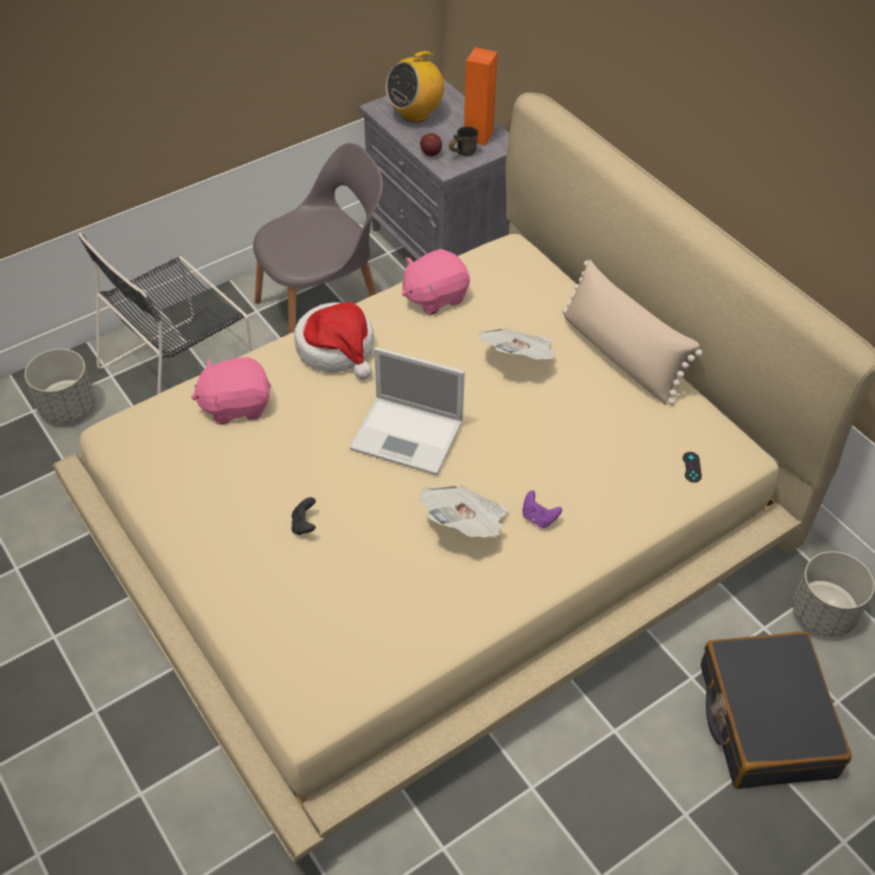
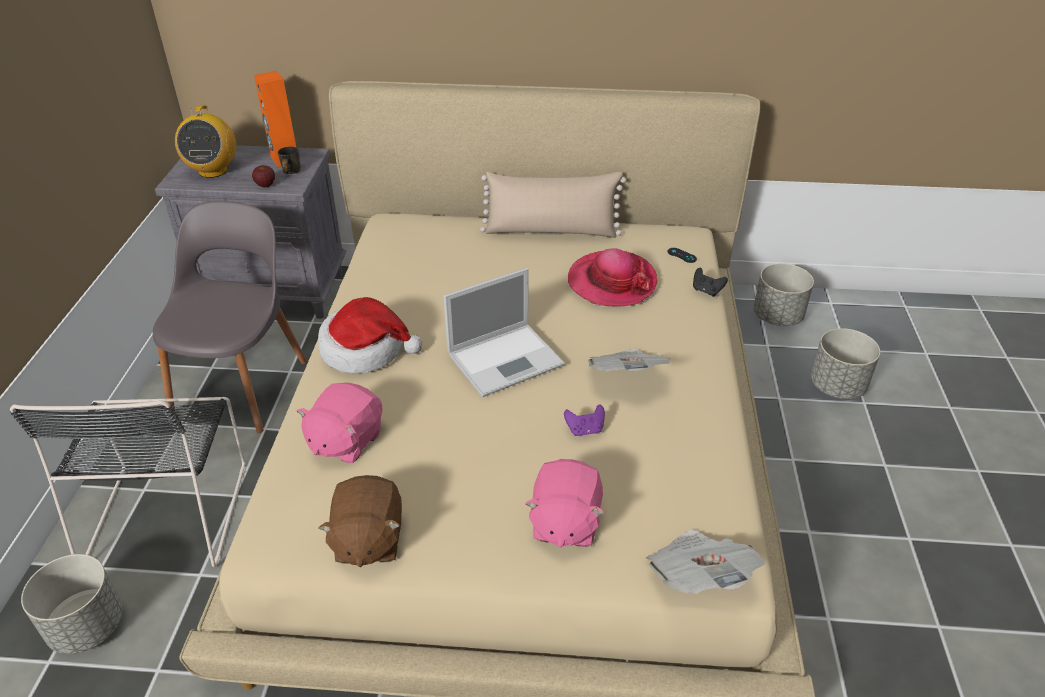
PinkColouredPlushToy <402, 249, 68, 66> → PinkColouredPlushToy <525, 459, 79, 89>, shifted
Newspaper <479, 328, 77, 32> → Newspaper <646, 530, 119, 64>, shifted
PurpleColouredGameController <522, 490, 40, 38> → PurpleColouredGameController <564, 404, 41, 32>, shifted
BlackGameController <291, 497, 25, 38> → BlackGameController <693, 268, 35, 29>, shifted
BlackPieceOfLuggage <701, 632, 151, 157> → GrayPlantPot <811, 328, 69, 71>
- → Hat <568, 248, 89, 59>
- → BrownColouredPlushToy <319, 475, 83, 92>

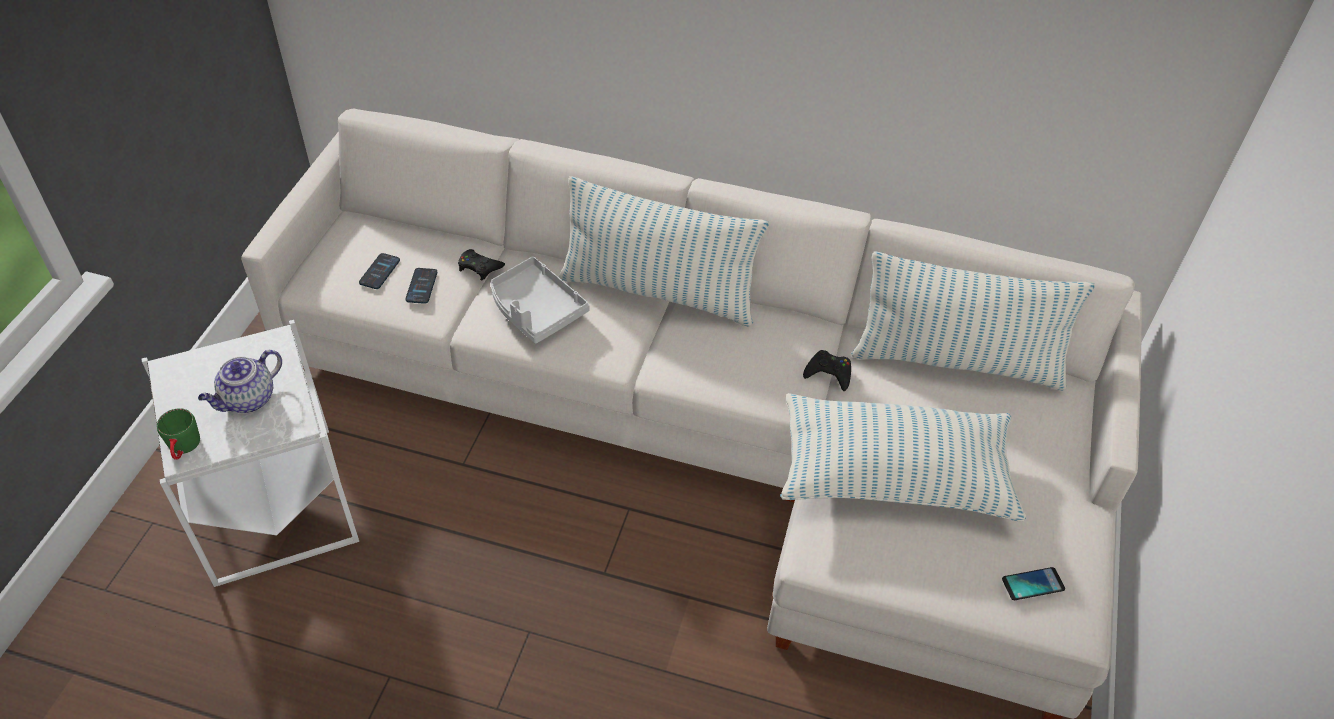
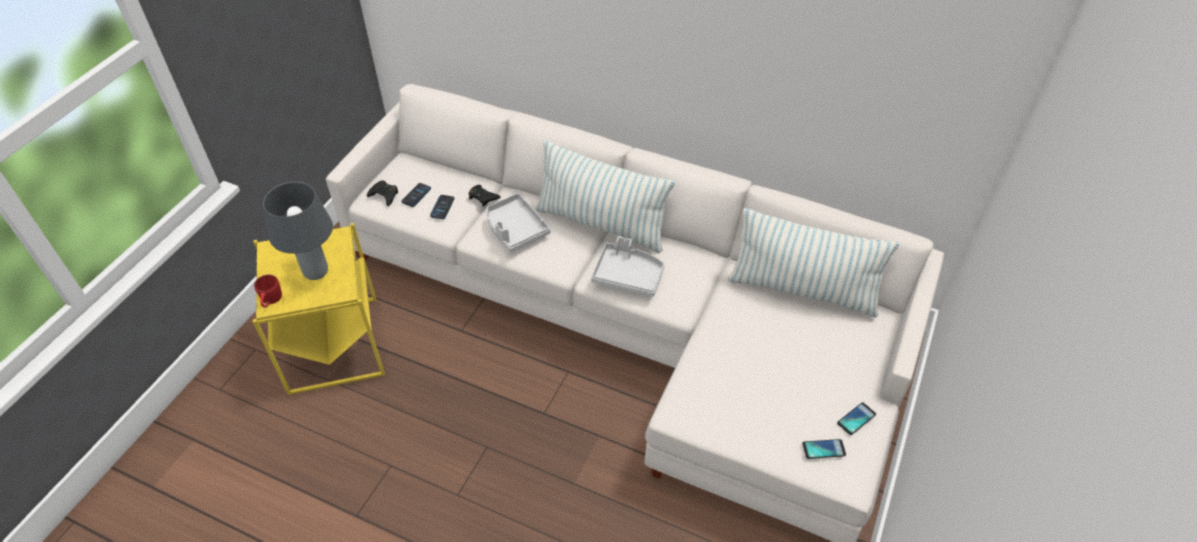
WhiteColouredSideTable <142, 320, 217, 267> → YellowColouredSideTable <253, 223, 132, 172>
PotForTea <198, 350, 84, 63> → GrayTabletopLamp <263, 182, 70, 98>
BlackGameController <803, 350, 48, 41> → BlackGameController <367, 180, 31, 26>, shifted
ThrowPillow <780, 393, 246, 129> → -
GreenishTeaMug <157, 408, 43, 52> → RedColouredTeaMug <254, 274, 28, 34>
- → GrayServingTray <591, 236, 74, 61>
- → Telephone <837, 402, 39, 33>

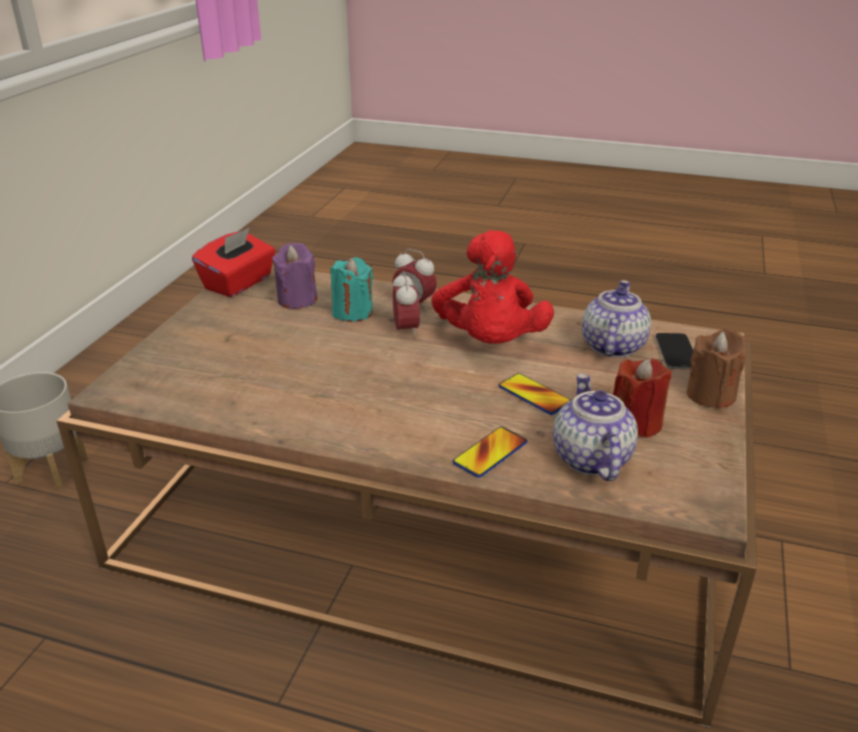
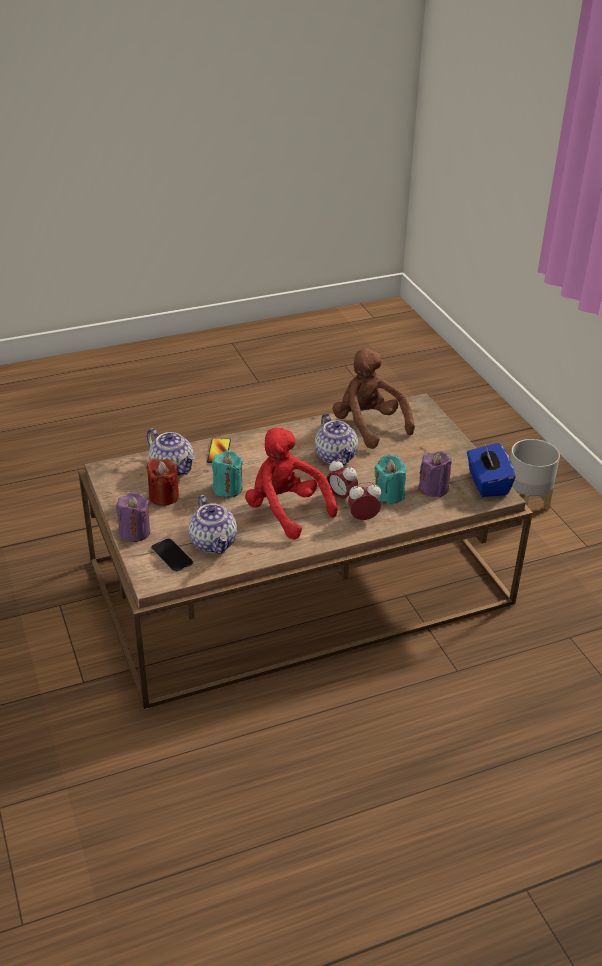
RedColouredTissueBox <192, 227, 84, 70> → BlueTissueBox <467, 443, 48, 54>
BrownColouredWaxLight <687, 329, 59, 80> → PurpleColouredWaxLight <116, 492, 34, 50>
Telephone <498, 373, 73, 42> → TurquoiseWaxLight <212, 450, 31, 48>
- → BrownColouredPlushToy <333, 348, 82, 101>
- → PotForTea <315, 414, 43, 51>

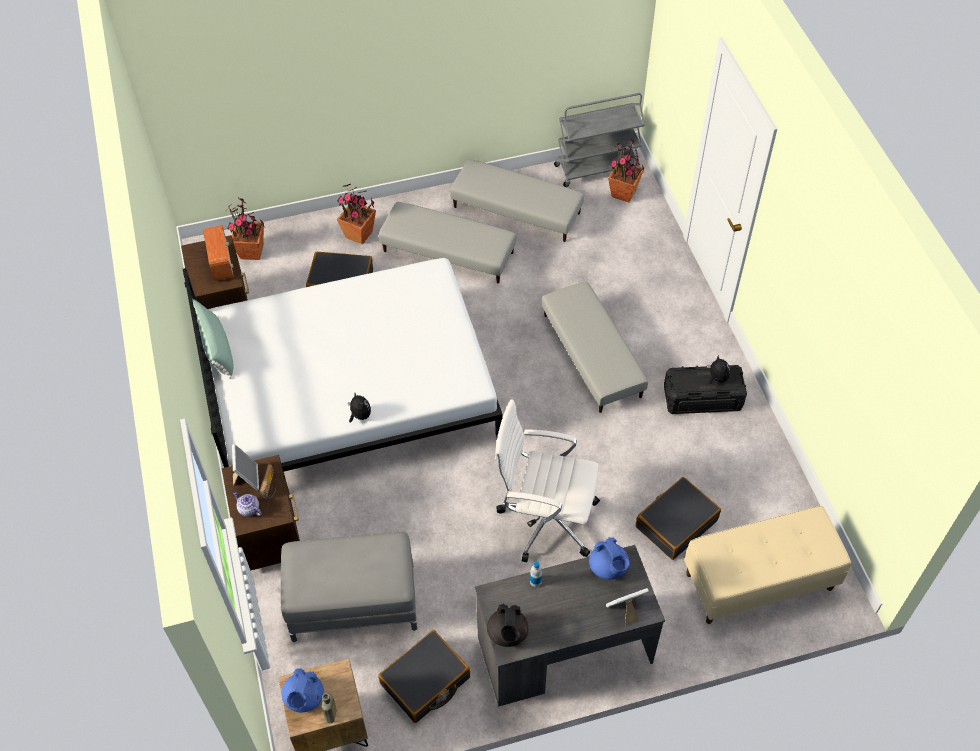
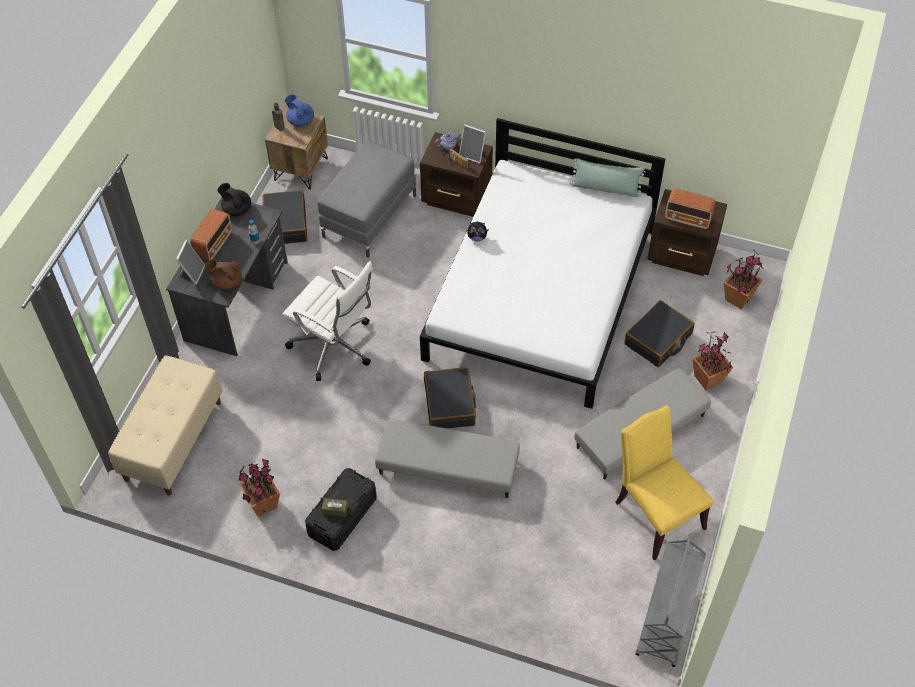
PottedPlant <608, 138, 36, 64> → PottedPlant <239, 458, 41, 59>, shifted
GrayFootrest <450, 159, 134, 83> → YellowColouredPlainChair <615, 405, 98, 156>
PlushToy <707, 355, 23, 29> → BrownColouredTissueBox <322, 498, 26, 18>
WhiteColouredDeskChair <495, 399, 105, 163> → WhiteColouredDeskChair <282, 261, 91, 120>, 75 degrees clockwise
BlackPieceOfLuggage <636, 477, 85, 83> → BlackPieceOfLuggage <424, 367, 52, 62>, shifted
BluePotForTea <589, 537, 41, 43> → BrownColouredPotForTea <205, 259, 37, 31>
- → RadioSet <190, 209, 42, 52>

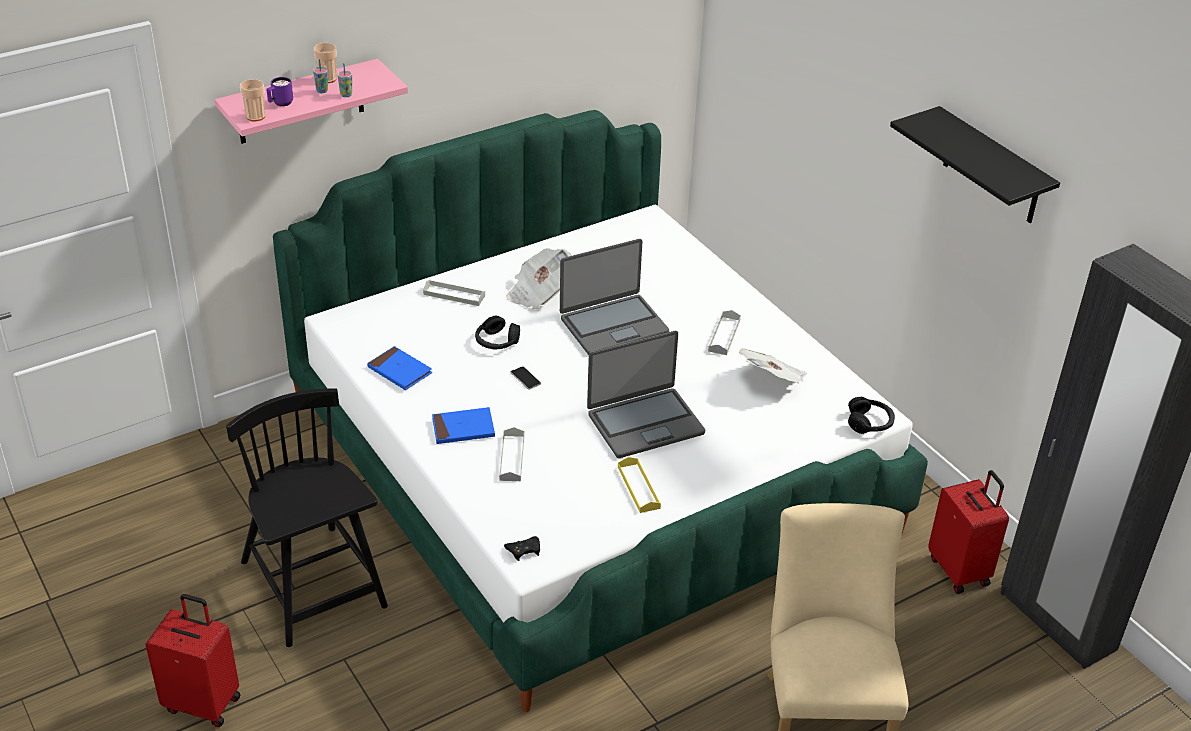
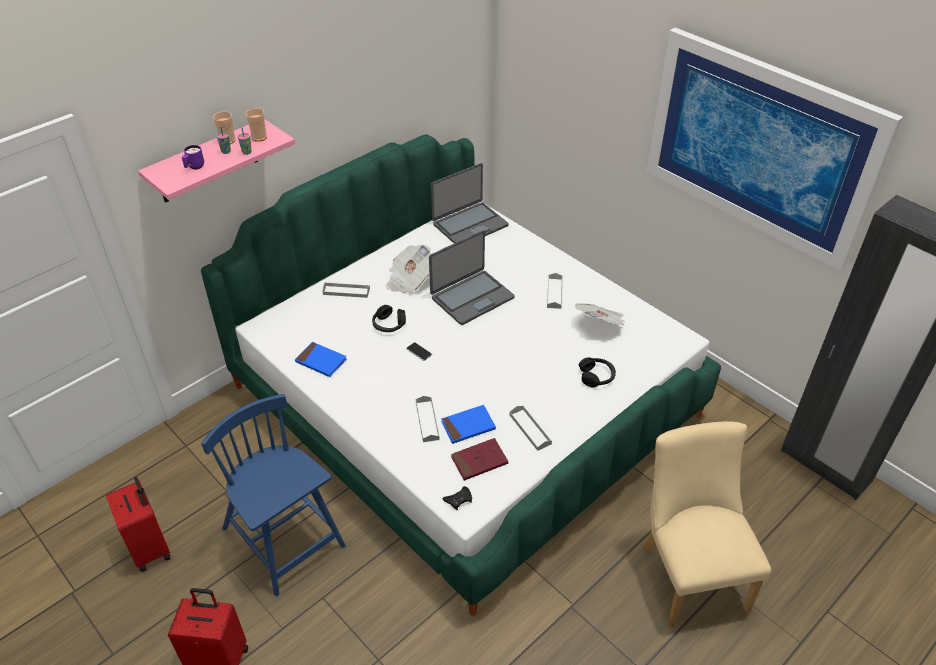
SmallCup <240, 79, 25, 42> → SmallCup <246, 108, 21, 34>, shifted
BlackShelf <890, 106, 170, 117> → WallArt <646, 27, 257, 244>
NotebookComputer <587, 331, 118, 127> → NotebookComputer <431, 163, 78, 80>, shifted
BlackPlainChair <226, 388, 162, 259> → BluePlainChair <201, 394, 145, 202>
BlackHeadset <848, 397, 47, 37> → BlackHeadset <579, 357, 37, 30>, shifted
BlueBoundBook <432, 407, 63, 37> → BlueBoundBook <441, 405, 55, 39>, shifted
YellowColouredServingTray <618, 457, 43, 56> → GrayServingTray <510, 406, 42, 45>
RedColouredPieceOfLuggage <928, 470, 81, 124> → RedColouredPieceOfLuggage <106, 477, 65, 95>, shifted
- → RedColouredBoundBook <451, 438, 57, 43>

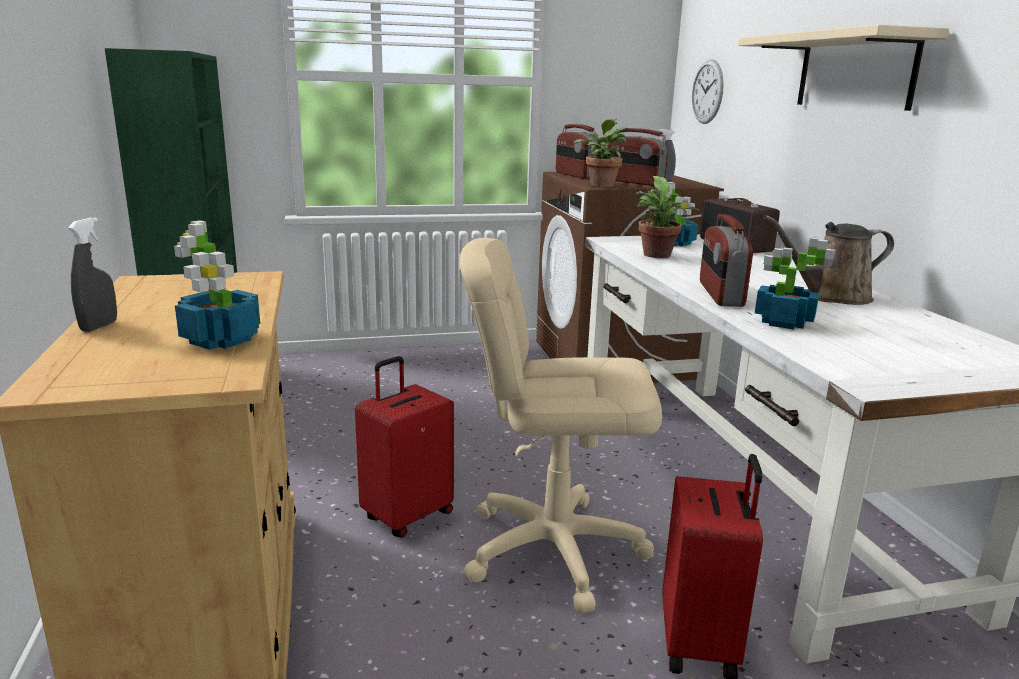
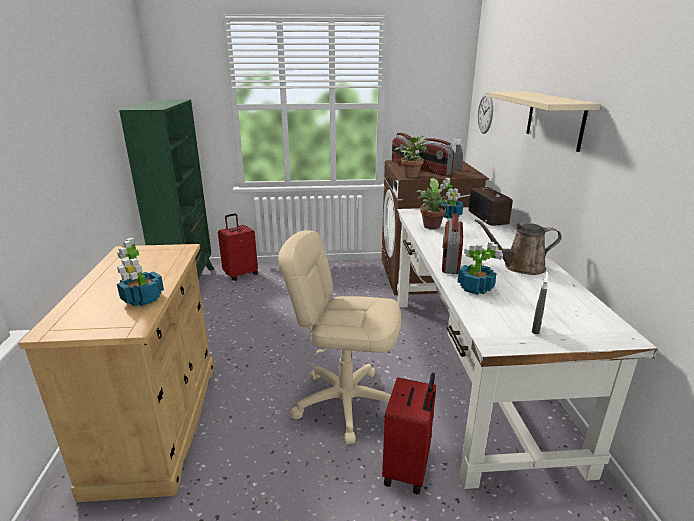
GraySprayBottle <68, 217, 49, 115> → GraySprayBottle <532, 272, 17, 62>, shifted
RedColouredPieceOfLuggage <355, 356, 99, 181> → RedColouredPieceOfLuggage <218, 213, 40, 68>, shifted

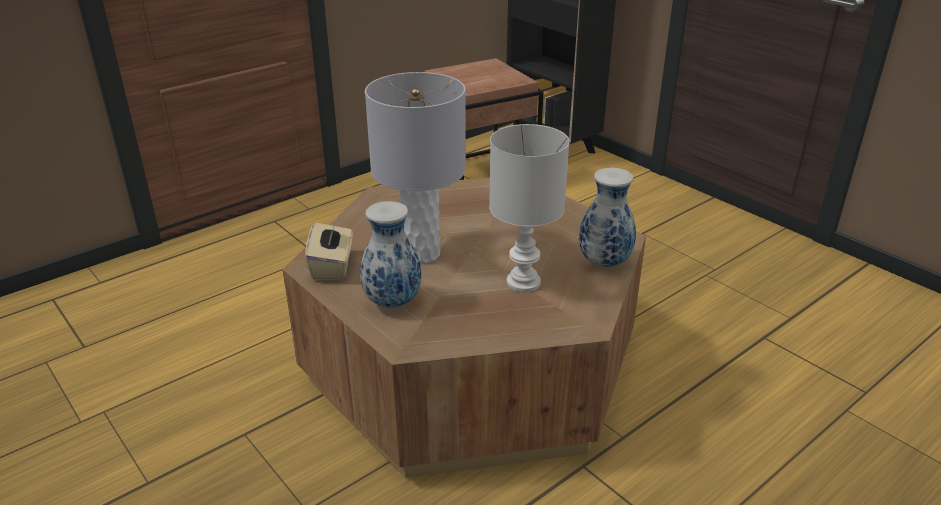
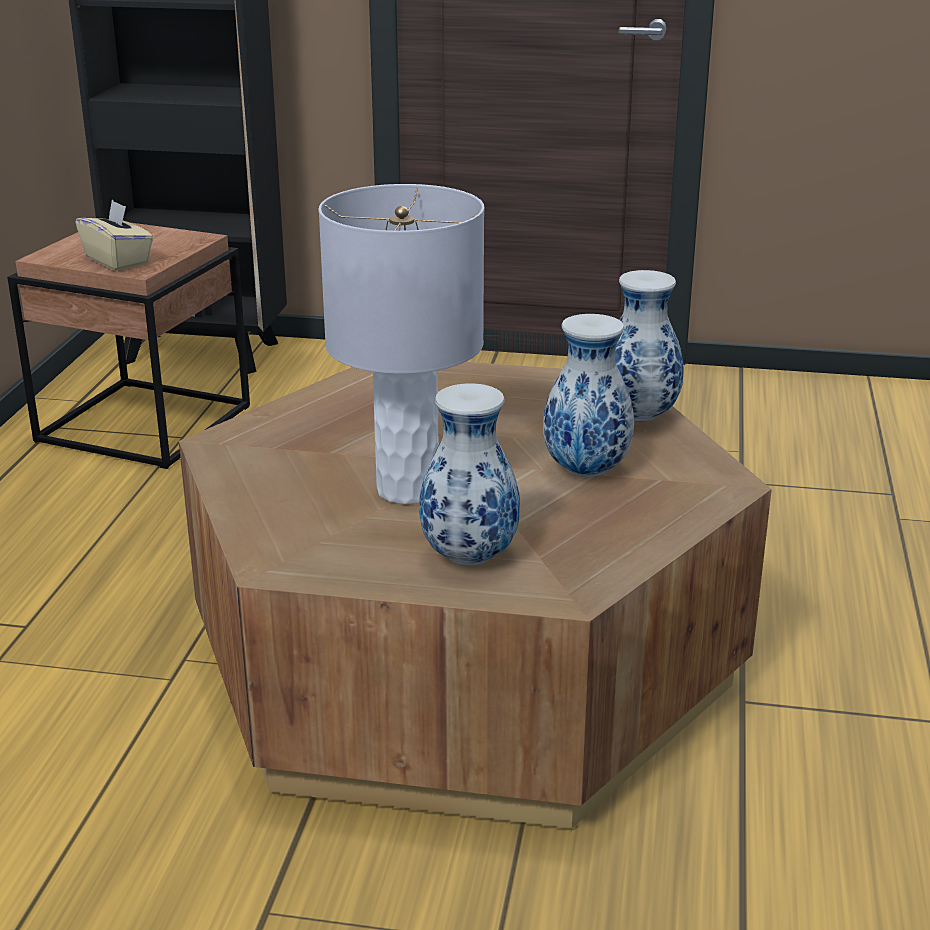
WhiteColouredTabletopLamp <489, 124, 81, 168> → DecorativeVase <543, 314, 91, 163>
SandColouredTissueBox <305, 219, 48, 61> → SandColouredTissueBox <76, 200, 78, 71>, shifted

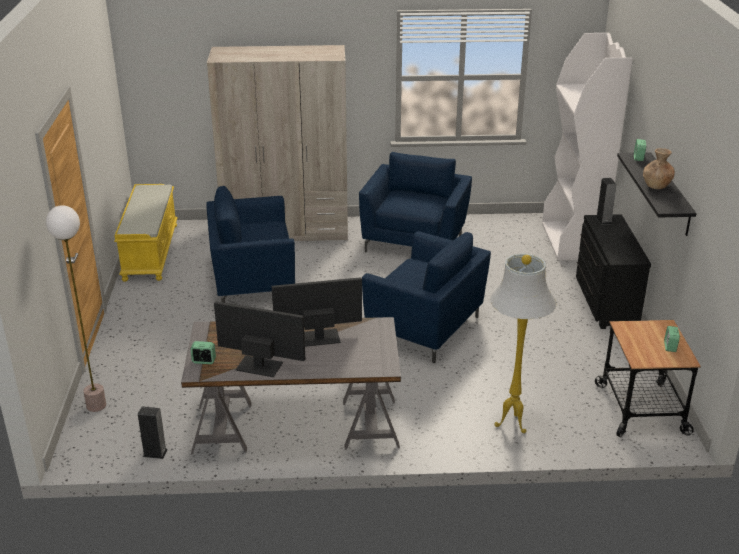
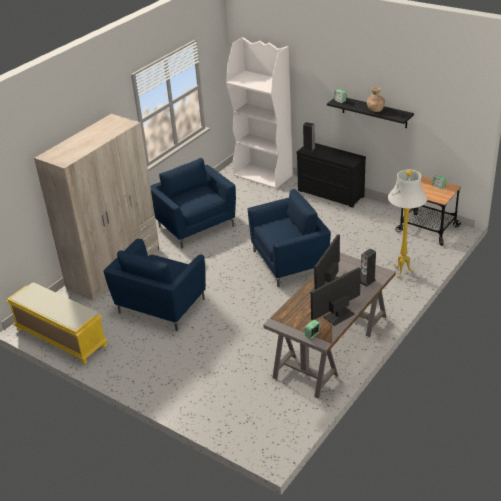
FloorLamp <46, 205, 60, 207> → -
AudioSpeaker <138, 406, 30, 53> → AudioSpeaker <360, 248, 16, 39>, shifted

